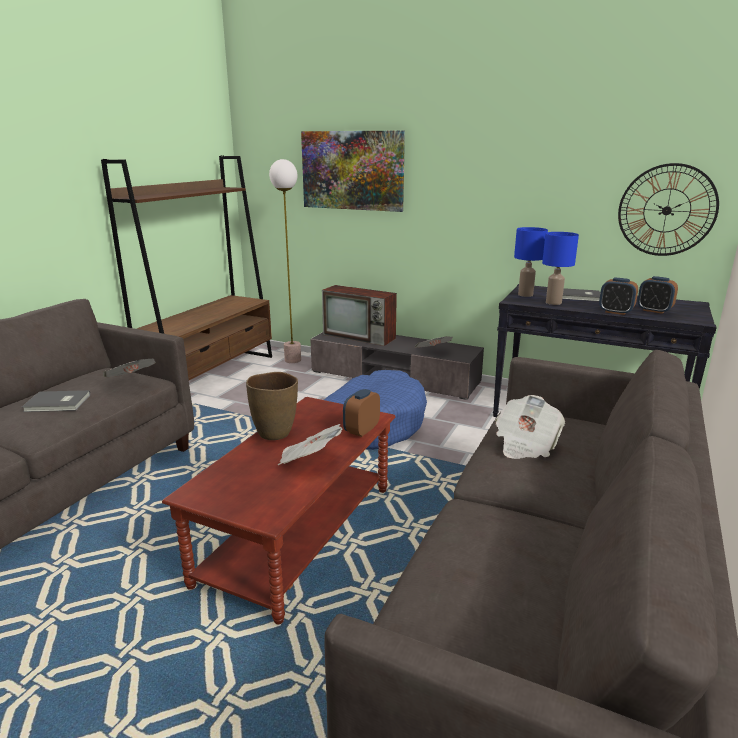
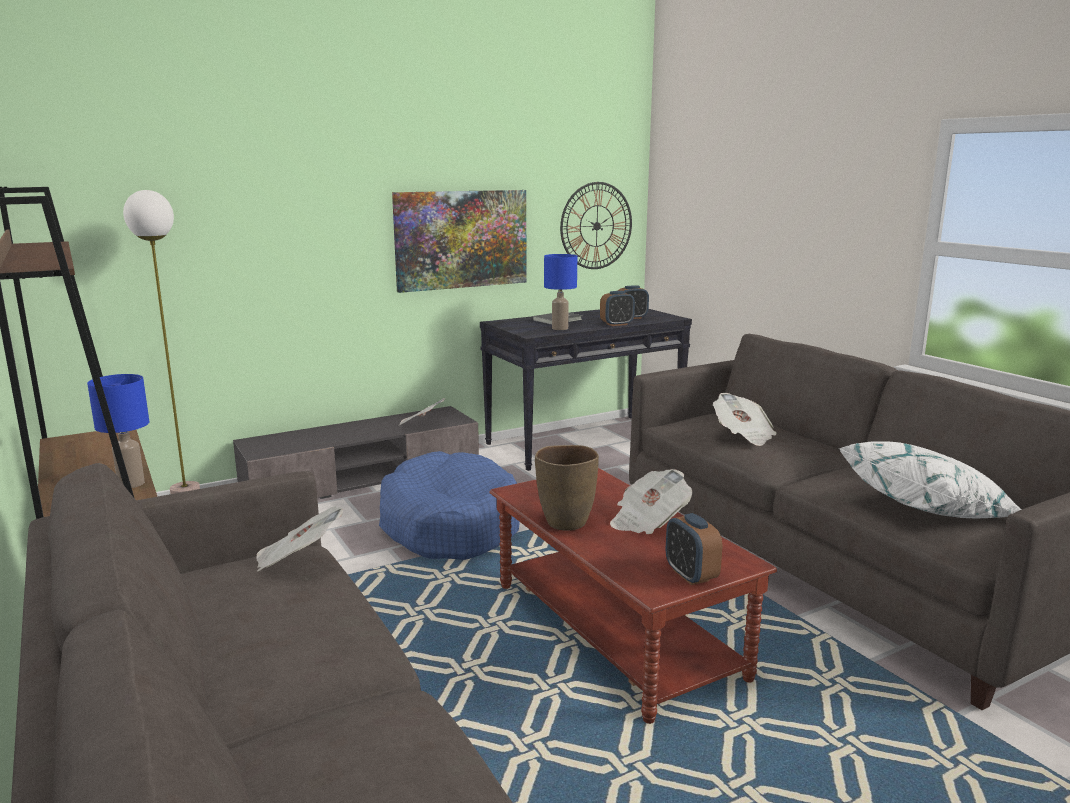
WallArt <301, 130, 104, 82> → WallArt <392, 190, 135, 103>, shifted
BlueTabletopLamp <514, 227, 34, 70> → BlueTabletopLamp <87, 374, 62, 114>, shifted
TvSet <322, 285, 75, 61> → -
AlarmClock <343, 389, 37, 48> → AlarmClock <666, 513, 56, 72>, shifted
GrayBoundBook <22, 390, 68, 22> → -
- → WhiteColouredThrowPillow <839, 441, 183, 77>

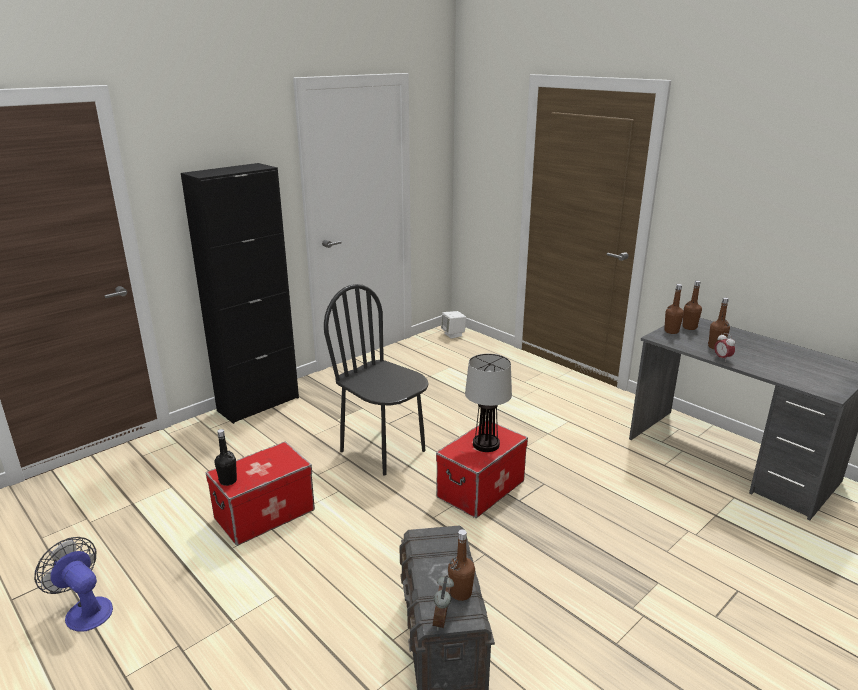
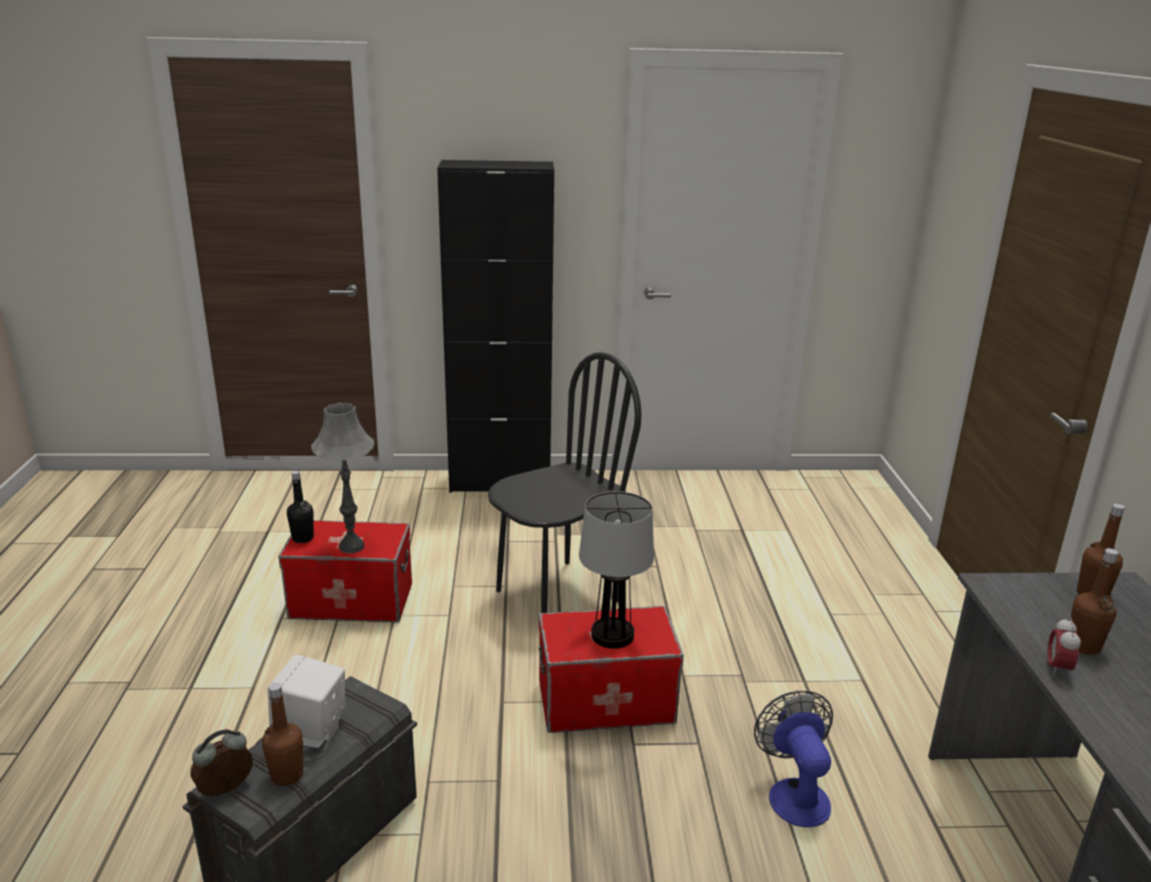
BlackPlainChair <324, 284, 105, 191> → BlackPlainChair <488, 352, 154, 261>, 60 degrees clockwise
BrownColouredBottle <664, 284, 20, 50> → -
WhiteColouredAudioSpeaker <441, 311, 25, 28> → WhiteColouredAudioSpeaker <268, 654, 77, 94>, shifted
ElectricFan <34, 537, 79, 94> → ElectricFan <754, 691, 79, 136>, shifted
- → GrayTabletopLamp <311, 403, 63, 150>

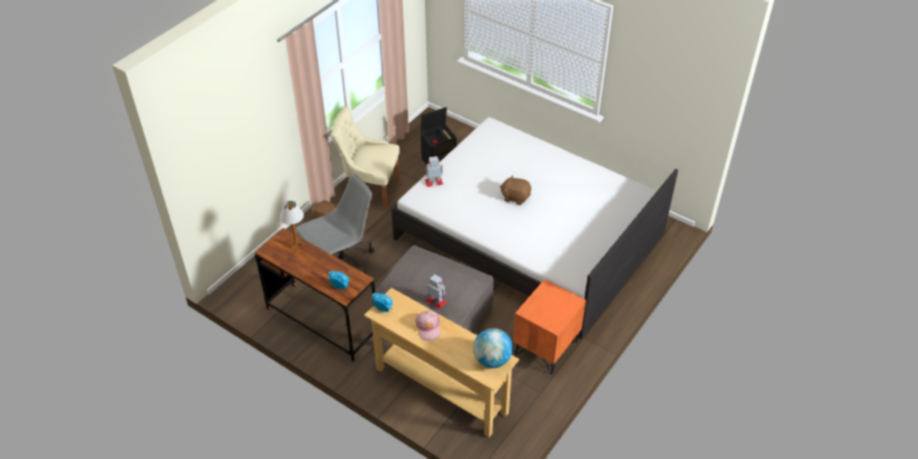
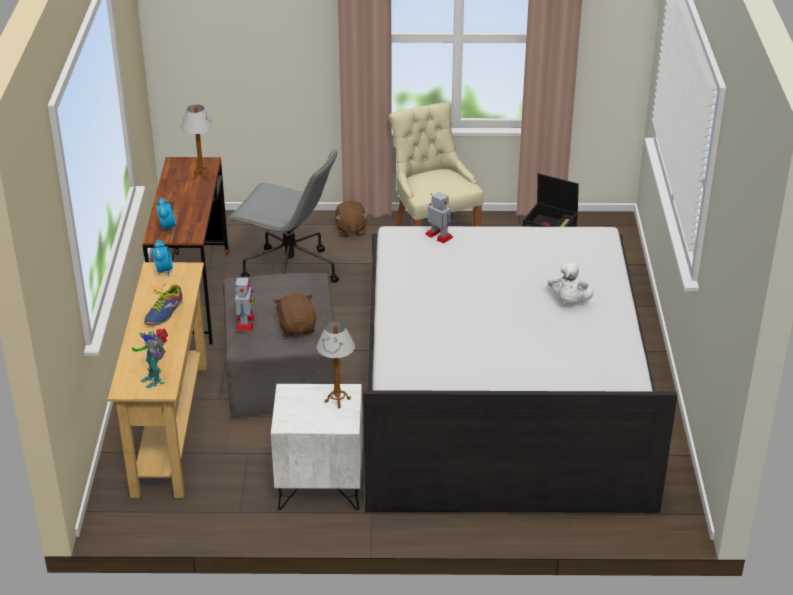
BrownColouredPlushToy <500, 175, 31, 30> → BrownColouredPlushToy <274, 293, 42, 44>, shifted
OrangeColouredBedsideTable <513, 279, 73, 96> → WhiteColouredBedsideTable <271, 384, 92, 126>
PinkColouredPeakedCap <415, 311, 25, 29> → LowShoe <144, 283, 39, 42>
DeskGlobe <473, 328, 40, 40> → ModelRobot <132, 329, 36, 59>
- → WhiteColouredPlushToy <548, 262, 46, 41>
- → TabletopLamp <317, 321, 38, 87>

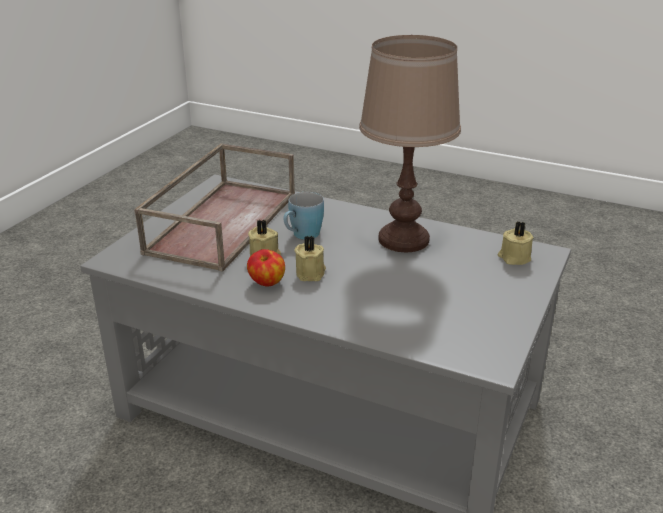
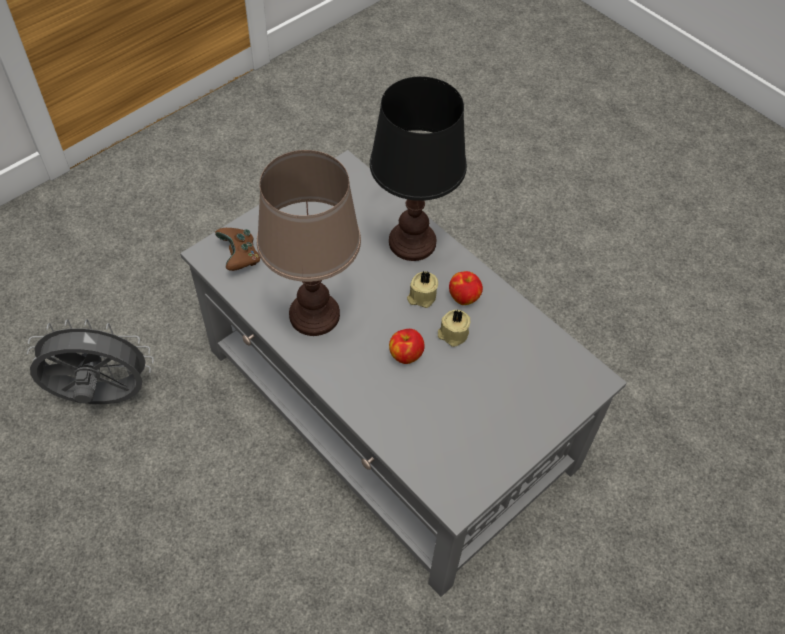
BrownColouredServingTray <134, 143, 161, 129> → -
BlueTeaMug <283, 192, 41, 48> → Apple <389, 329, 35, 35>
SandColouredWaxLight <498, 222, 36, 43> → BrownColouredGameController <215, 228, 45, 43>
- → BlackTabletopLamp <370, 76, 97, 185>
- → GrayElectricFan <27, 319, 127, 85>

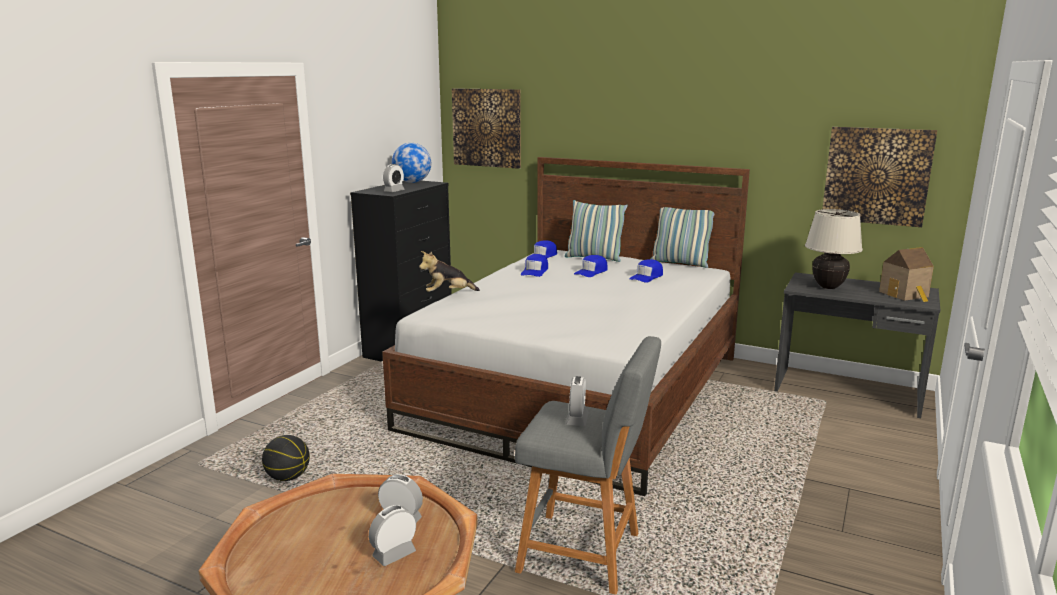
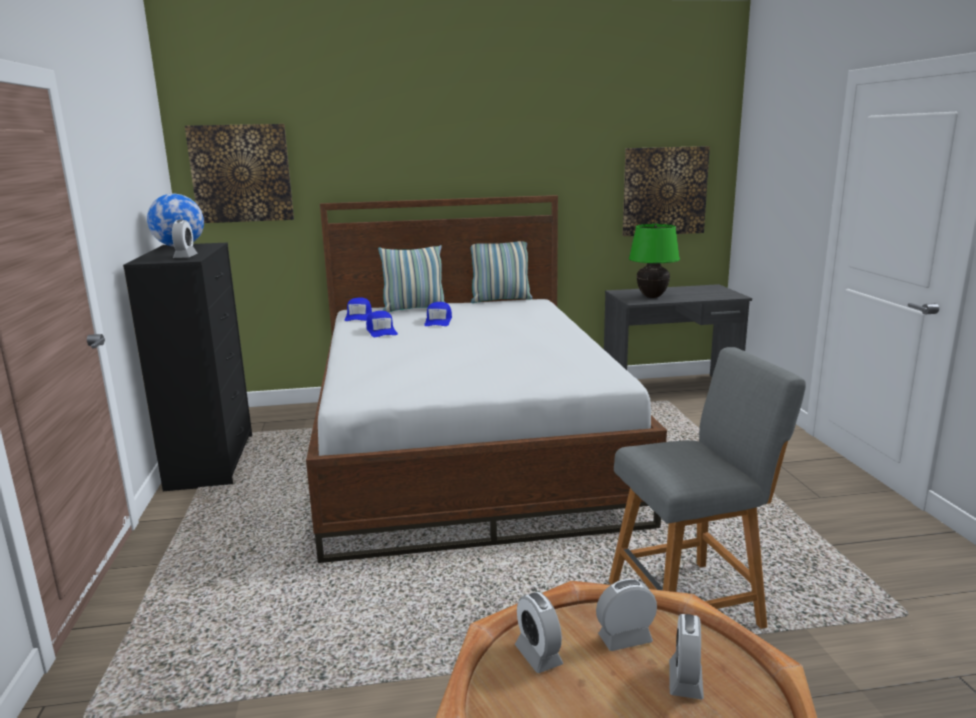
SandColouredTabletopLamp <805, 209, 58, 80> → GreenishTabletopLamp <629, 224, 51, 74>
ToyHouse <879, 247, 55, 55> → -
PlushToy <419, 251, 61, 41> → -
BluePeakedCap <629, 259, 34, 24> → -
AlarmClock <566, 376, 23, 50> → AlarmClock <515, 592, 48, 81>, shifted
BallForBasketball <262, 435, 48, 46> → -

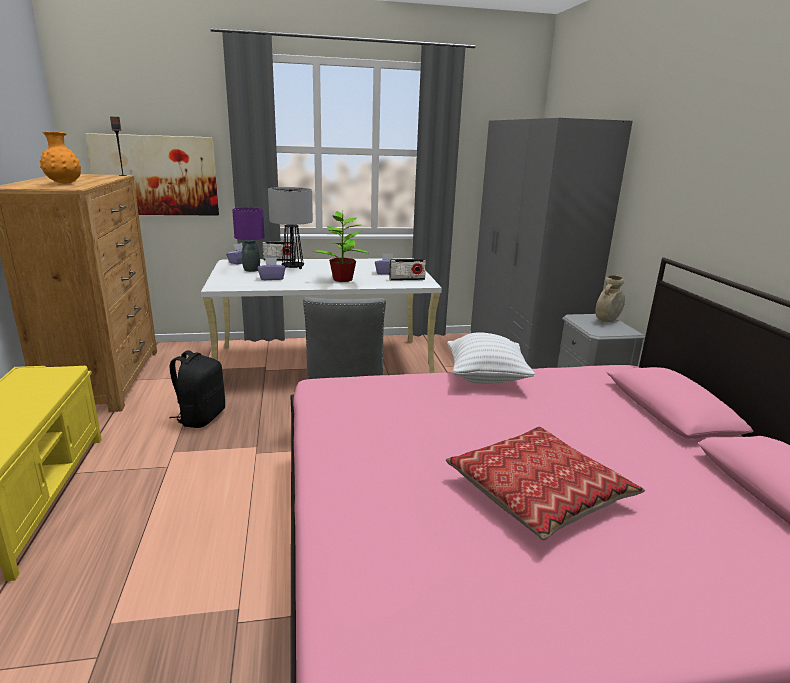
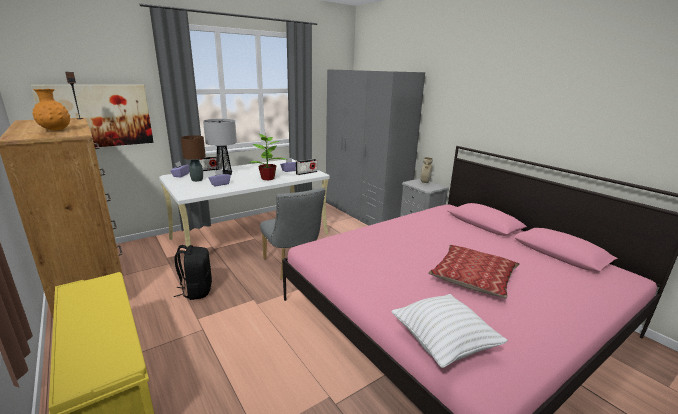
PurpleColouredTabletopLamp <232, 207, 33, 65> → BrownColouredTabletopLamp <181, 135, 25, 47>
WhiteColouredThrowPillow <447, 332, 88, 52> → WhiteColouredThrowPillow <391, 294, 117, 74>, shifted

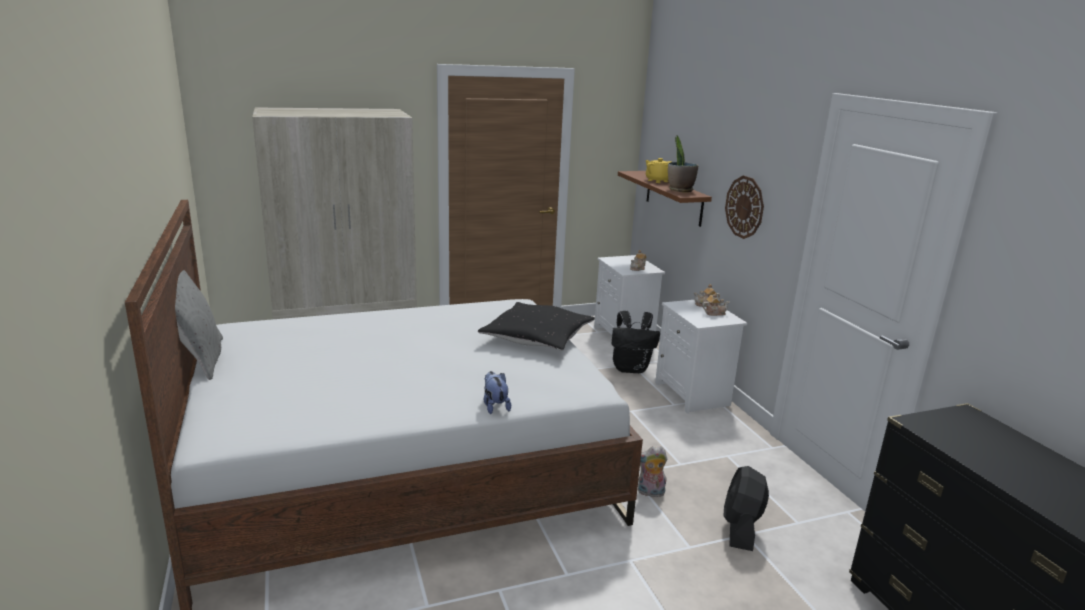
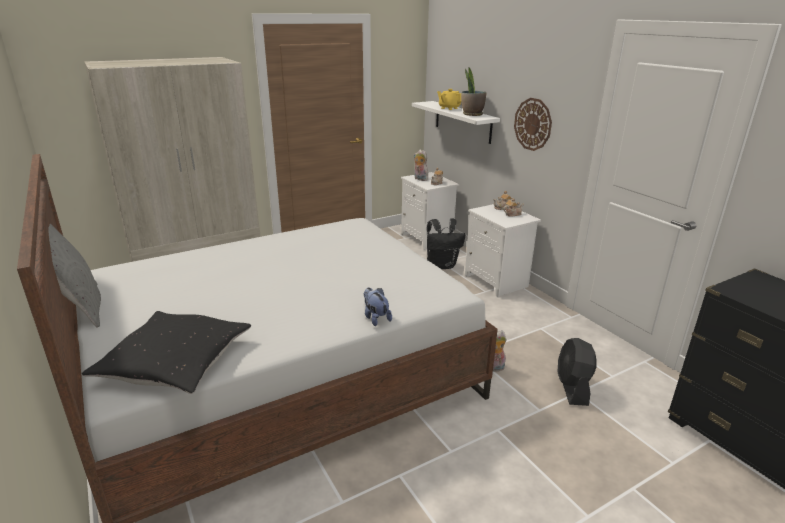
BrownColouredShelf <618, 171, 94, 56> → WhiteColouredShelf <412, 101, 88, 43>
BlackThrowPillow <478, 302, 117, 49> → BlackThrowPillow <82, 311, 169, 83>, shifted
- → PlushToy <413, 150, 15, 31>

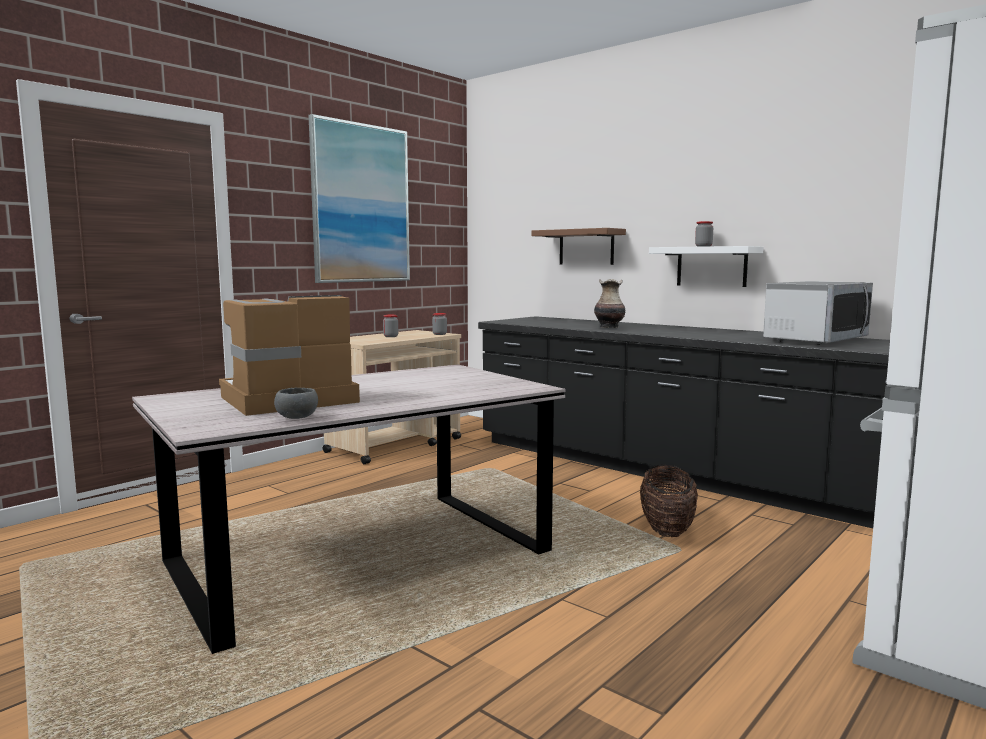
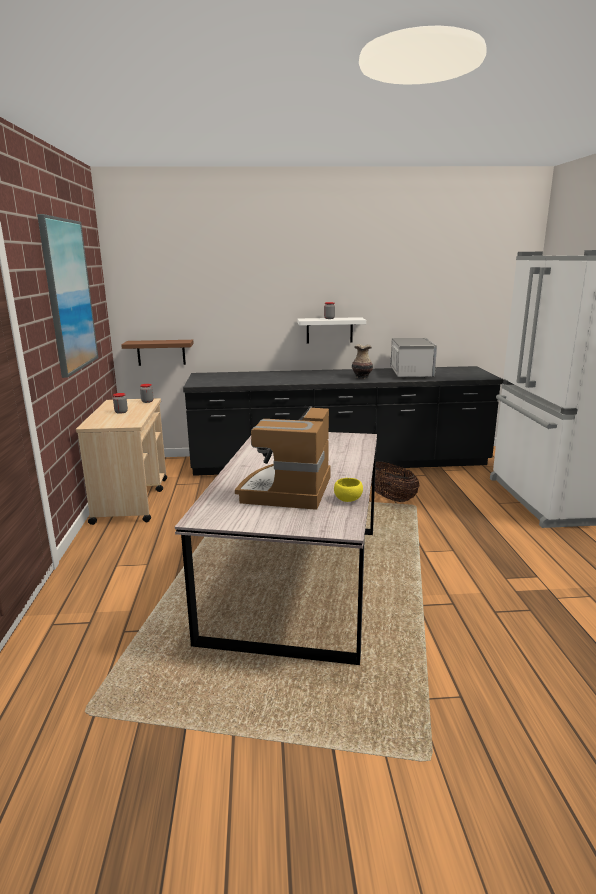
BrownColouredShelf <532, 228, 94, 37> → BrownColouredShelf <121, 340, 73, 26>, shifted
DecorativeVase <594, 279, 31, 49> → DecorativeVase <352, 344, 21, 35>, shifted
GrayBowl <274, 388, 44, 31> → YellowColouredBowl <334, 478, 29, 24>

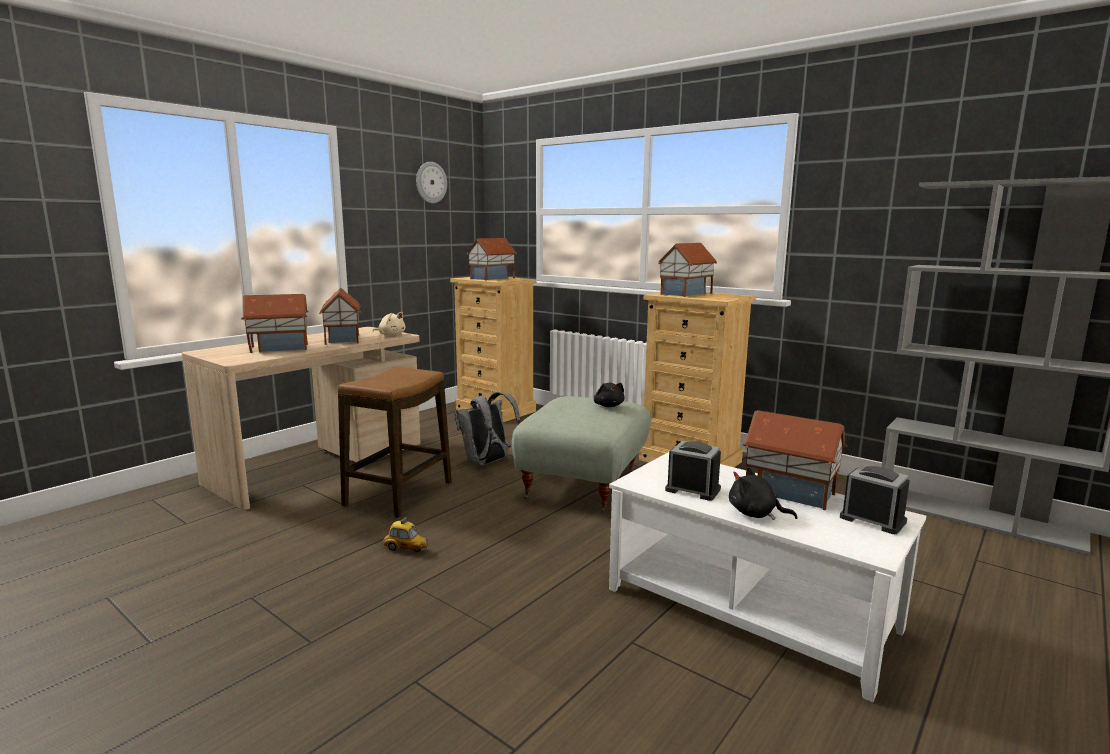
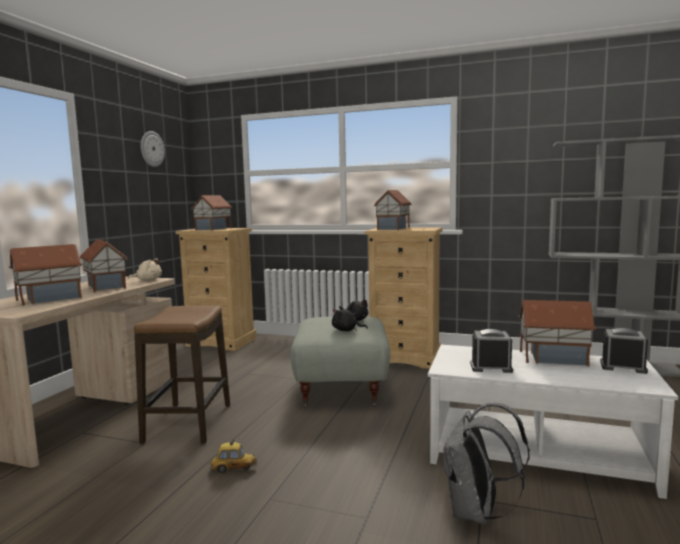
GrayKnapsack <455, 392, 65, 73> → GrayKnapsack <443, 403, 87, 121>, shifted
BlackPlushToy <729, 467, 69, 53> → BlackPlushToy <332, 306, 36, 25>, shifted

